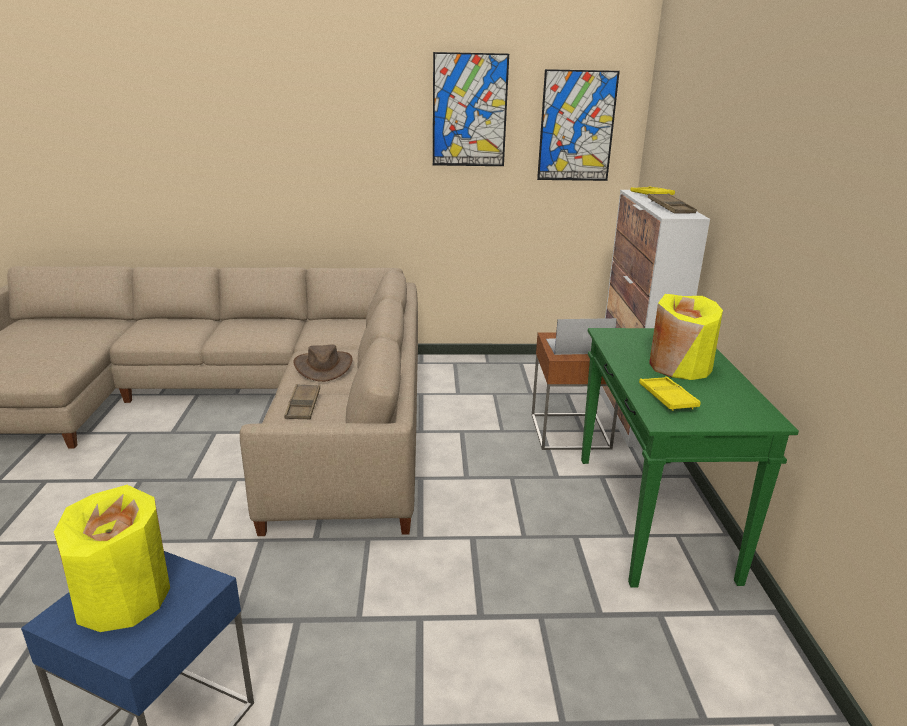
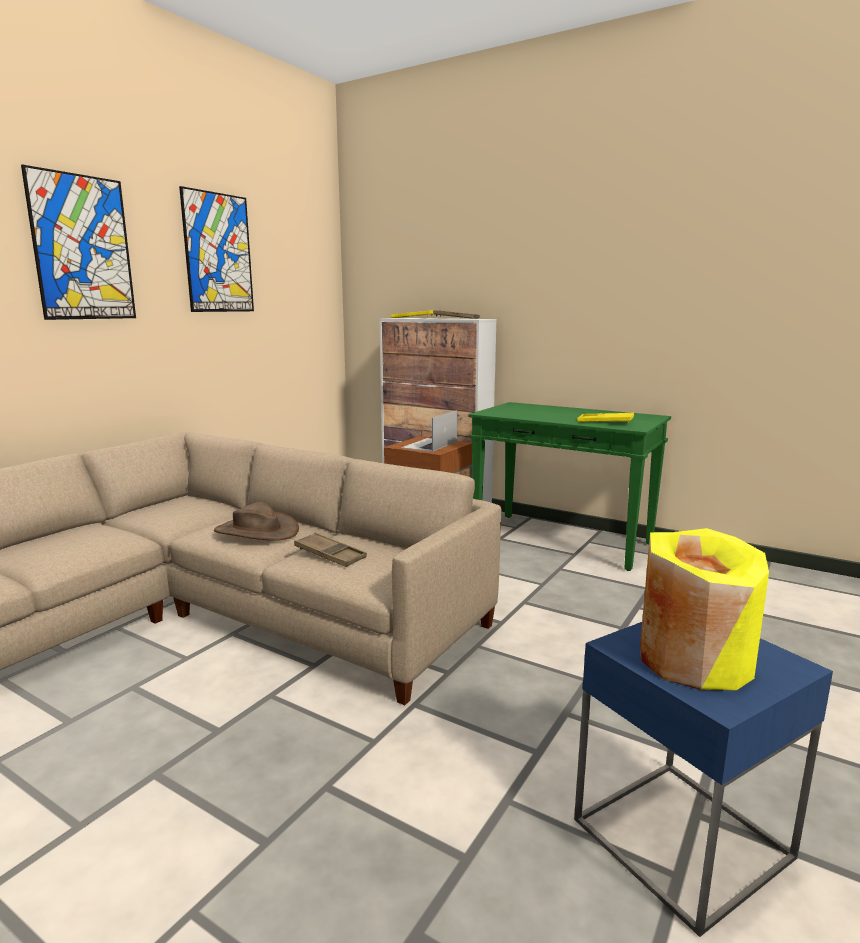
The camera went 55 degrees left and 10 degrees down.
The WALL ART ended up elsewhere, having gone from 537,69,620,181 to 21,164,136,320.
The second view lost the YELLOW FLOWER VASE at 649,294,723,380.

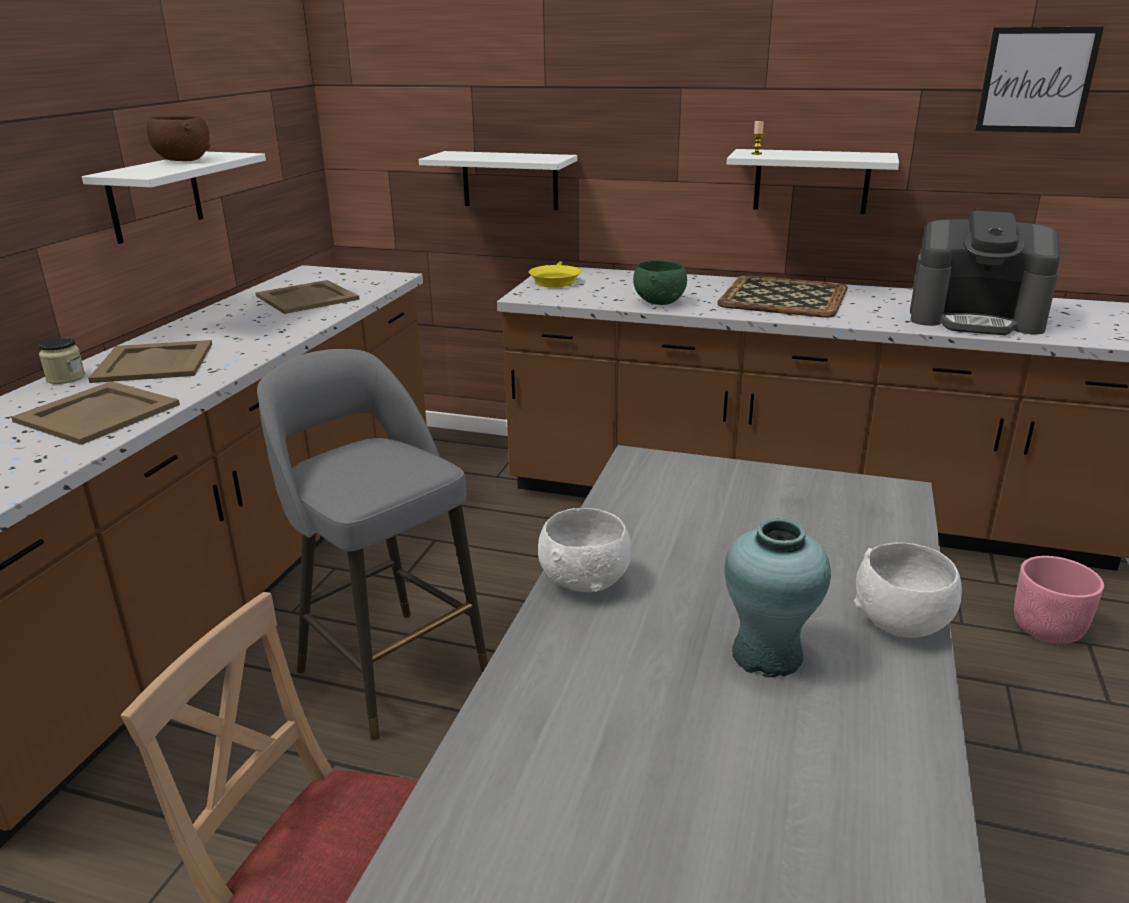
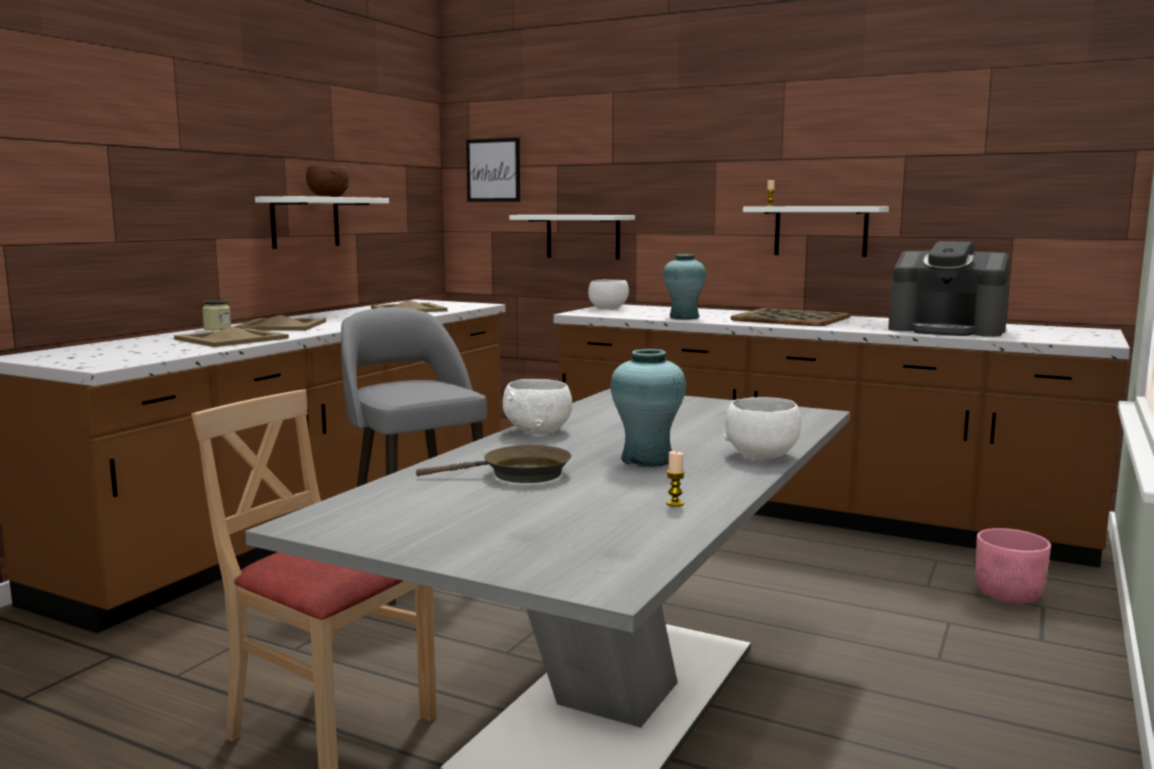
The camera went 10 degrees right and 15 degrees down.
Where the YELLOW SKILLET stood at 529,261,581,287, the WHITE DEEP DISH came to stand at 588,279,629,309.
Where the GREEN DEEP DISH stood at 633,260,687,305, the TURQUOISE FLOWER VASE came to stand at 663,254,706,319.
The WALL ART ended up elsewhere, having gone from 975,27,1104,133 to 466,138,520,202.
The second view gained the BROWN SKILLET at 416,445,572,483.
The second view gained the CANDLE at 666,451,685,507.

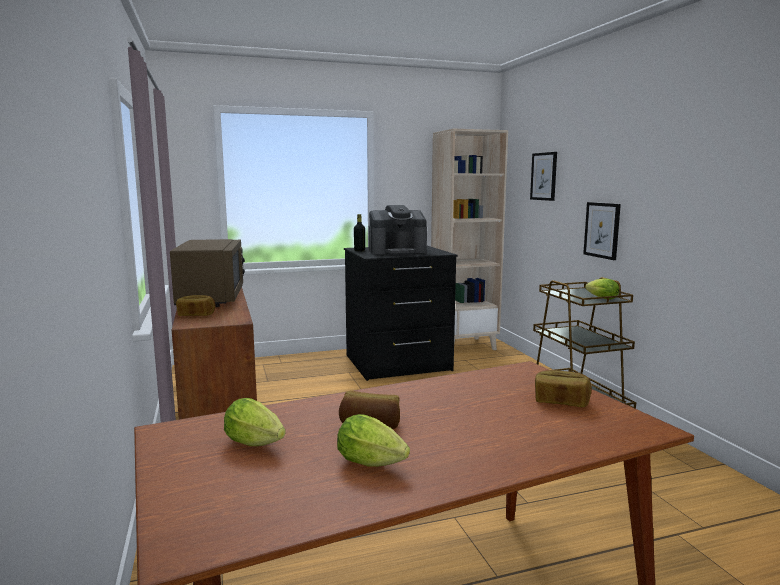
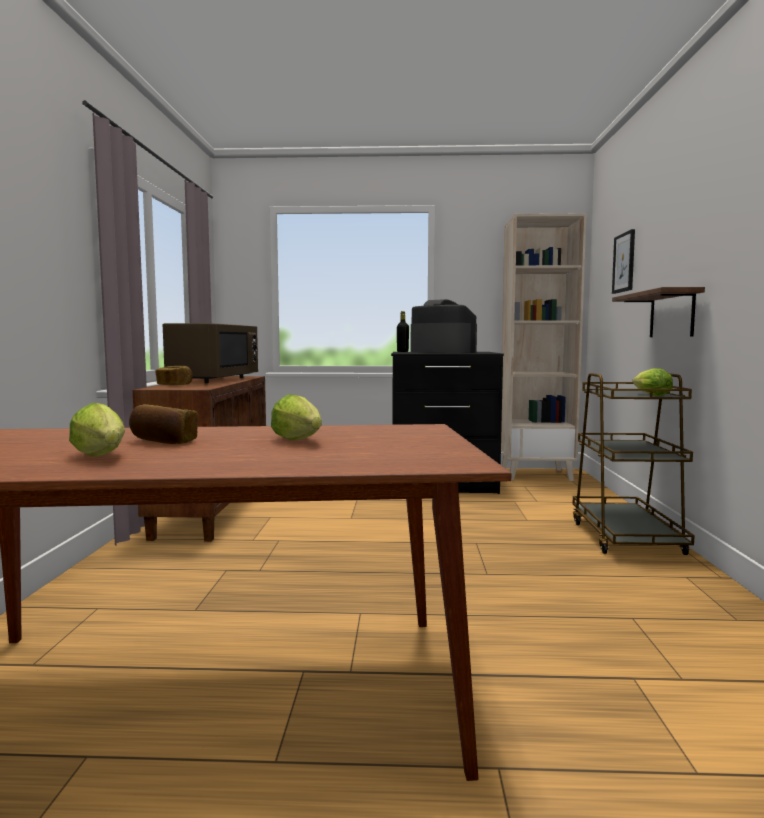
The camera went 20 degrees right and 5 degrees down.
The LETTUCE ended up elsewhere, having gone from 224,398,286,446 to 271,394,322,441.
The COFFEE MAKER at 369,205,427,255 ended up facing another way, 150 degrees counterclockwise from before.
The second view lost the BAKERY BREAD at 535,370,592,407.
Where the WALL ART hung at 583,202,621,260, the BRACKET SHELF came to hang at 612,287,705,337.

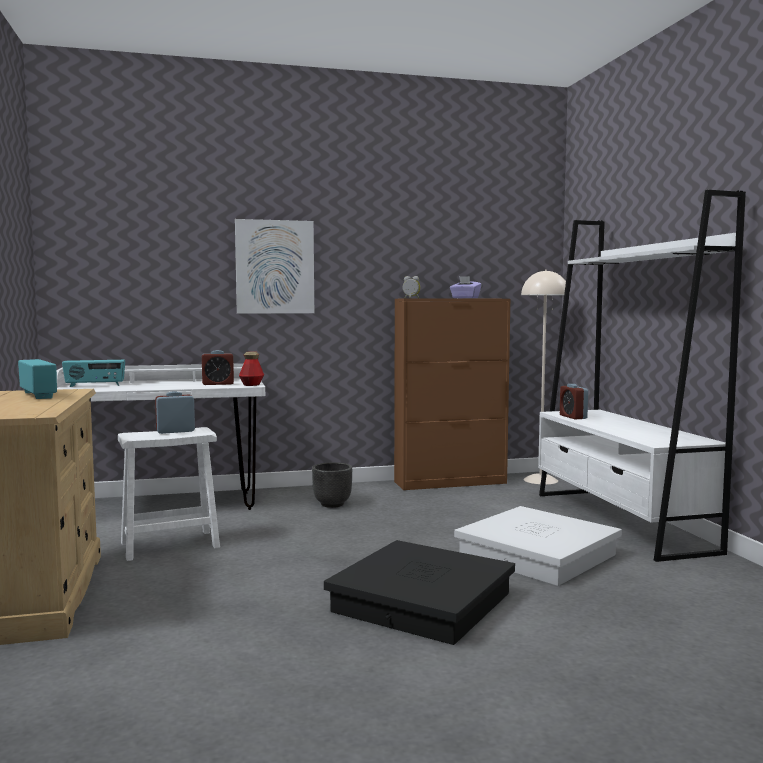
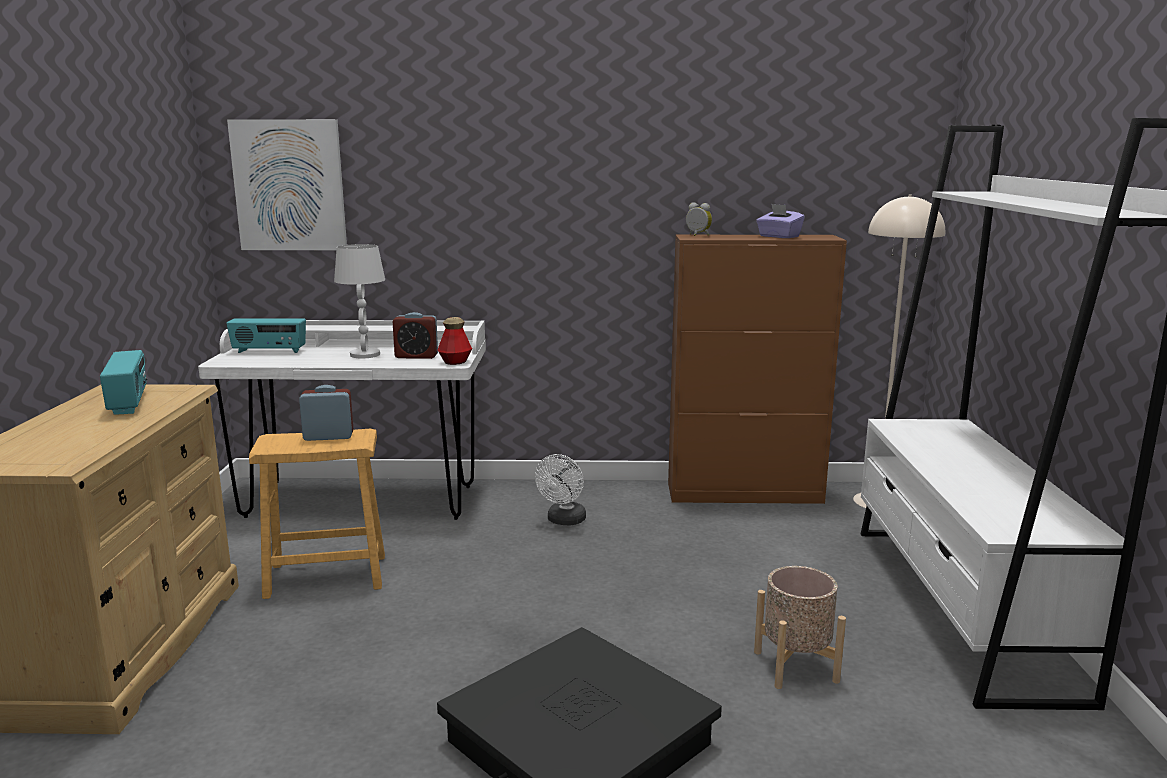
The camera went 15 degrees right and 10 degrees up.
What was the WHITE SITTING STOOL at 118,427,220,561 turned into the BROWN SITTING STOOL at 249,429,385,599.
The WALL ART ended up elsewhere, having gone from 235,219,314,314 to 227,119,347,250.
Where the BLACK-COLOURED FLOWER POT stood at 312,462,352,508, the WHITE ELECTRIC FAN came to stand at 535,454,586,525.
Where the WHITE STORAGE BIN stood at 454,506,622,586, the BEIGE-COLOURED FLOWER POT came to stand at 754,566,846,689.
The second view lost the ALARM CLOCK at 560,384,588,419.
The second view gained the WHITE TABLETOP LAMP at 334,244,385,359.

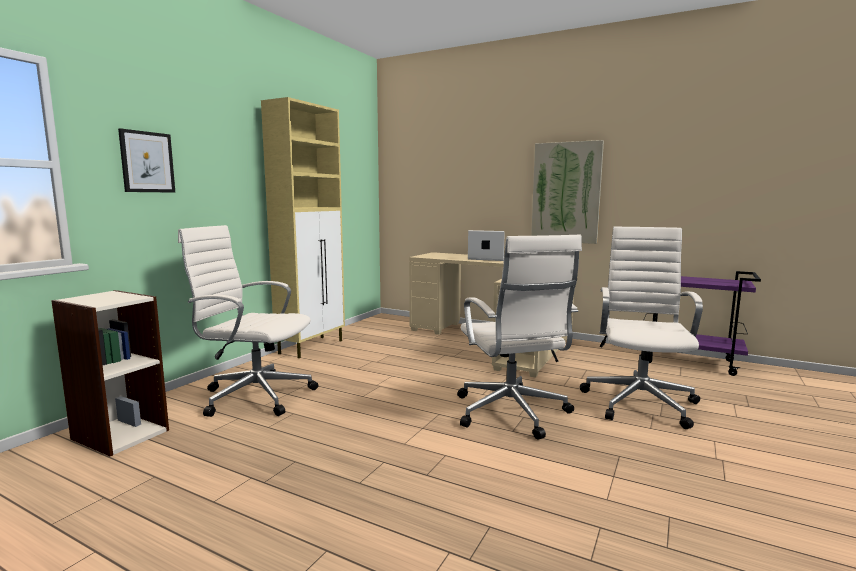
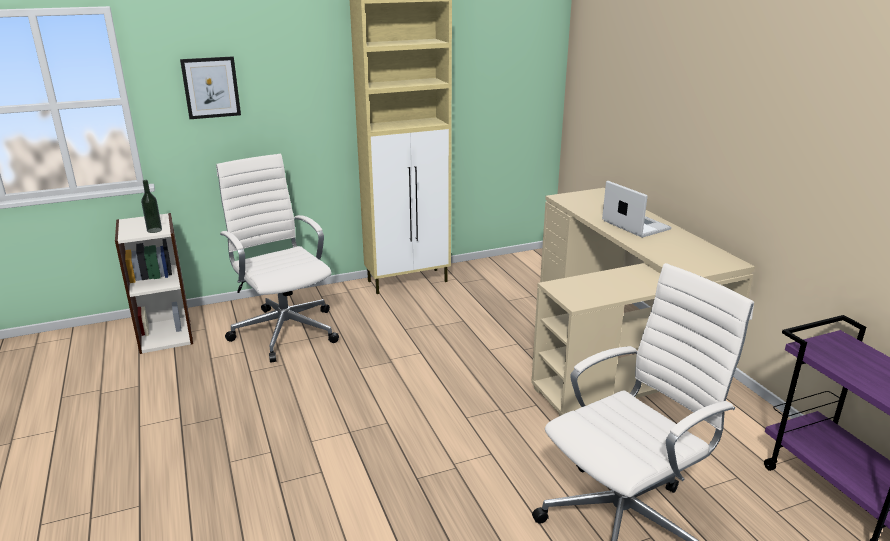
The camera went 40 degrees right and 15 degrees up.
The second view lost the WHITE COMPUTER CHAIR at 457,235,582,439.
The second view lost the WALL ART at 531,140,604,244.
The second view gained the BEVERAGE BOTTLE at 141,180,162,233.

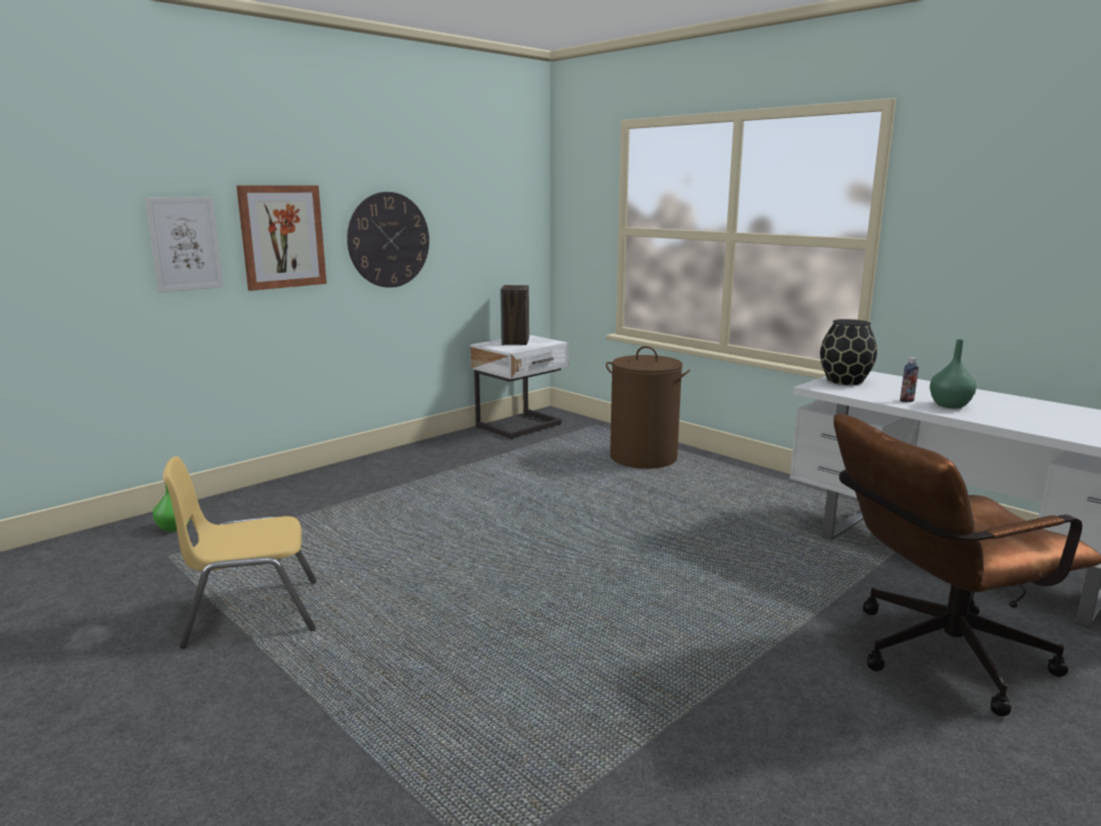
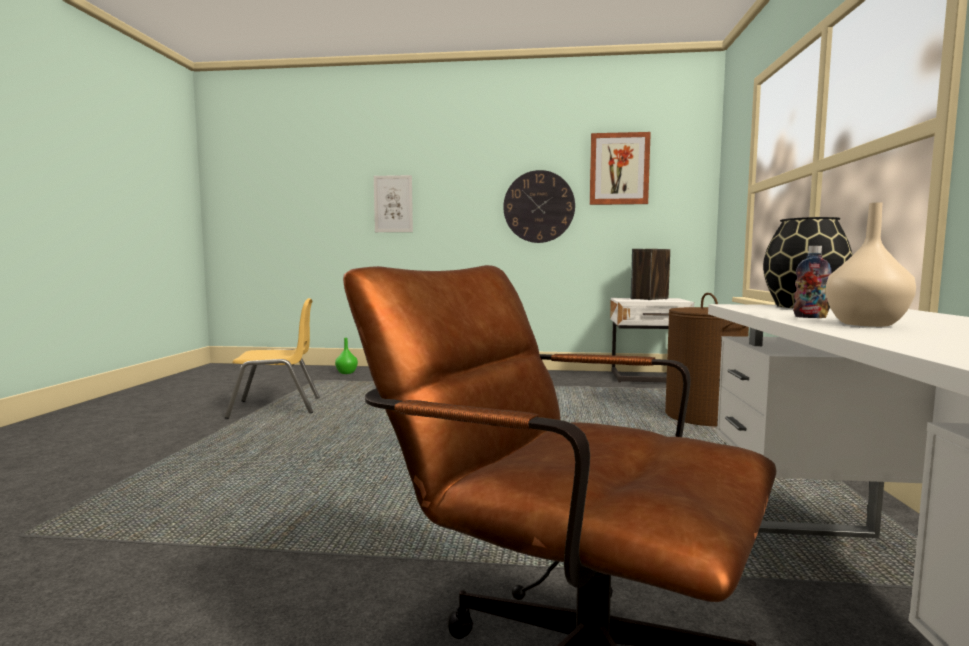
The camera went 50 degrees right and 10 degrees down.
The YELLOW PLAIN CHAIR at 163,456,317,648 ended up facing another way, 135 degrees clockwise from before.
The WALL ART ended up elsewhere, having gone from 236,185,327,291 to 590,132,651,205.
What was the GREEN FLOWER VASE at 930,339,976,409 turned into the BEIGE-COLOURED FLOWER VASE at 825,202,916,327.

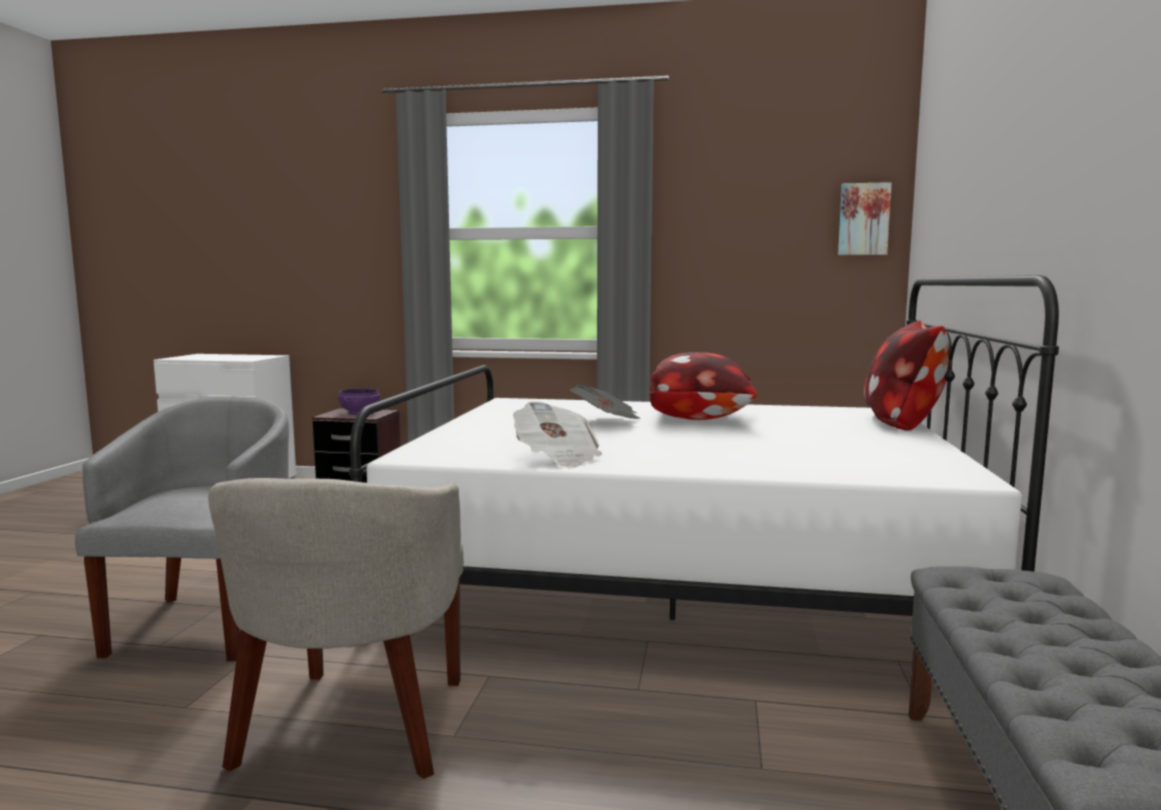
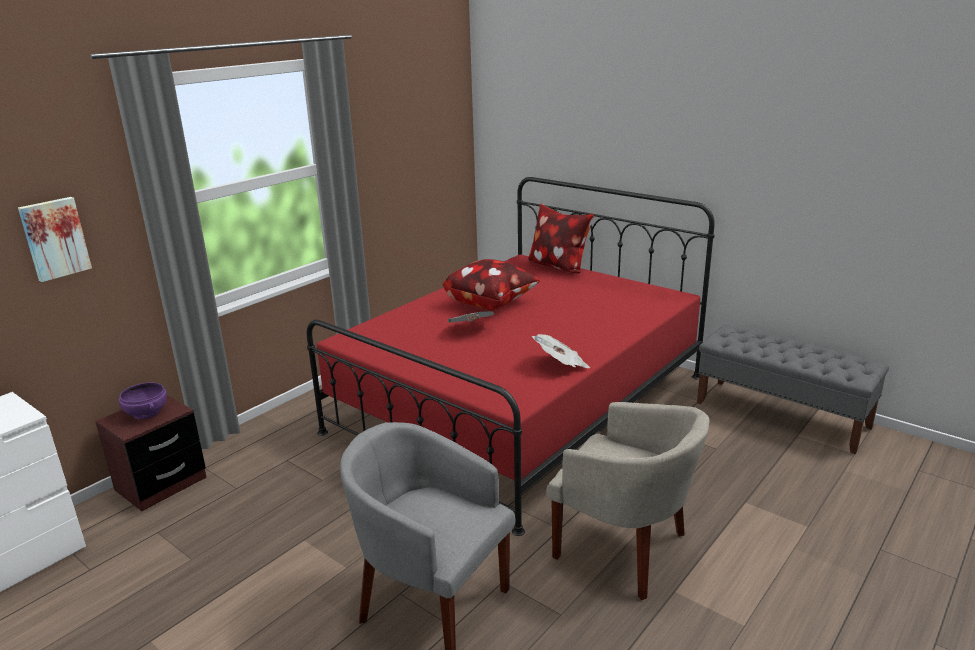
The camera went 60 degrees left and 15 degrees up.
What was the WHITE BED at 349,275,1059,645 turned into the REDDISH BED at 307,177,715,536.
The WALL ART ended up elsewhere, having gone from 838,182,892,255 to 18,197,92,282.

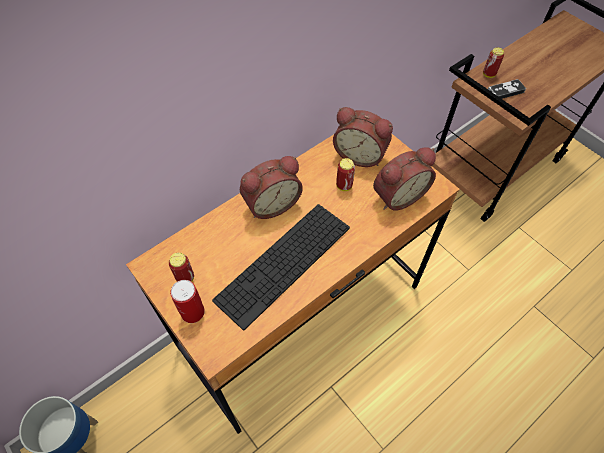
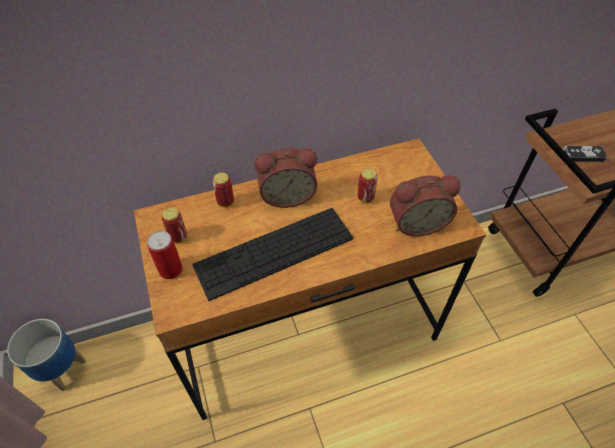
The camera went 20 degrees right and 5 degrees down.
The second view lost the ALARM CLOCK at 333,107,393,167.
The SEALED CAN ended up elsewhere, having gone from 483,48,504,78 to 212,173,234,208.

